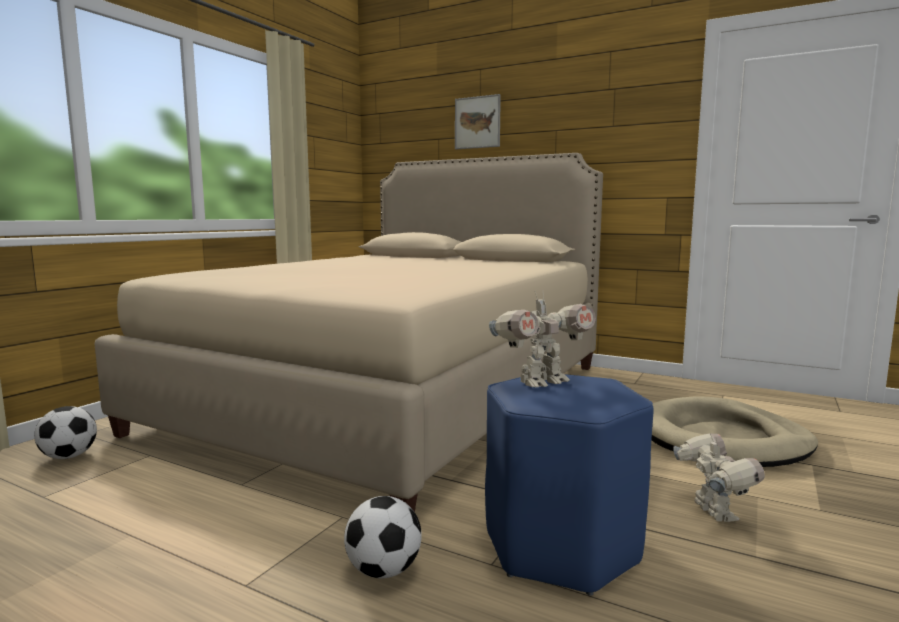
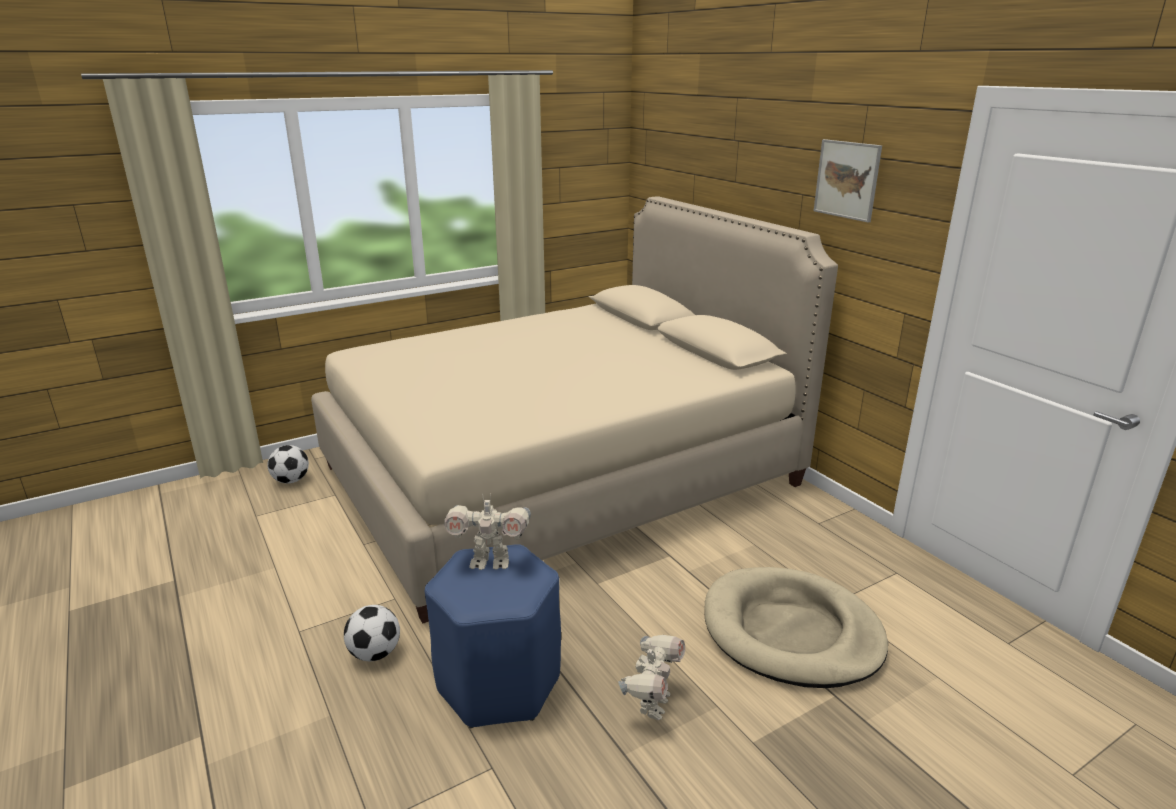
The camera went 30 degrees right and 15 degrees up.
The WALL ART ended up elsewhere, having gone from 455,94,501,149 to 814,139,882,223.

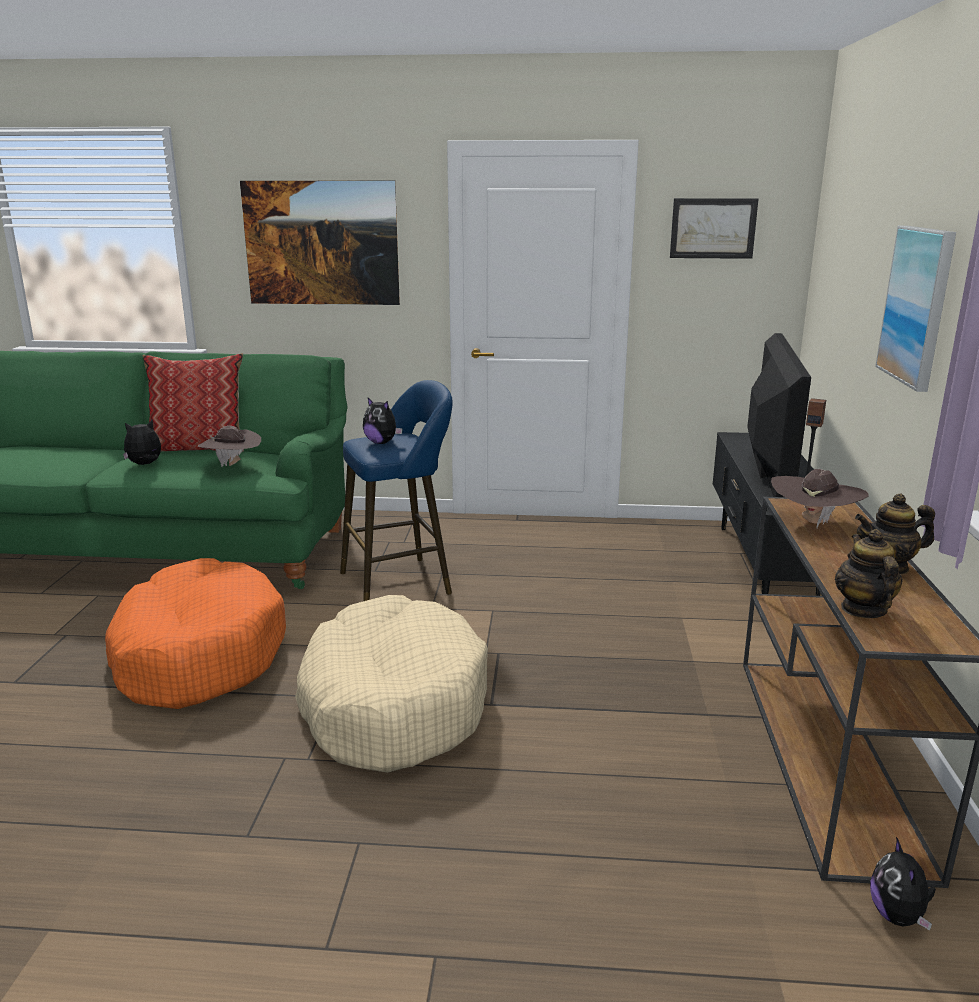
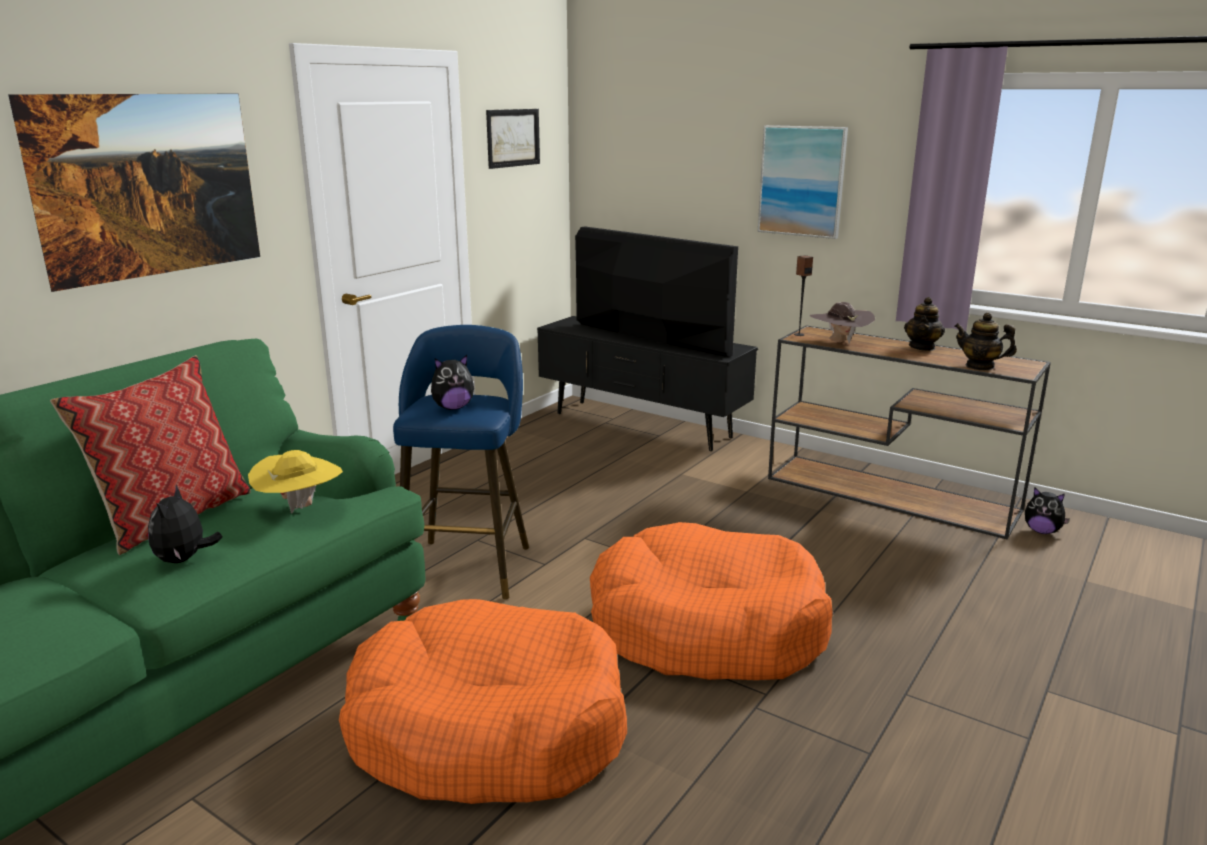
The camera went 60 degrees left and 0 degrees up.
What was the BROWN CLOTHING HAT at 197,426,261,467 turned into the YELLOW CLOTHING HAT at 248,450,343,514.
What was the BEIGE-COLOURED DOG CUSHION at 295,595,488,773 turned into the ORANGE DOG CUSHION at 590,522,833,680.

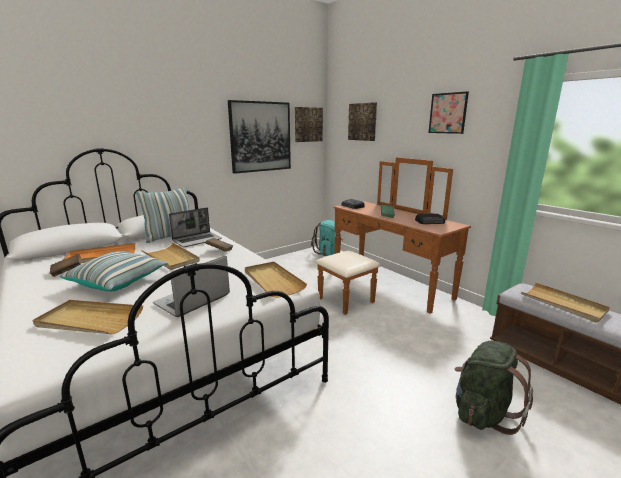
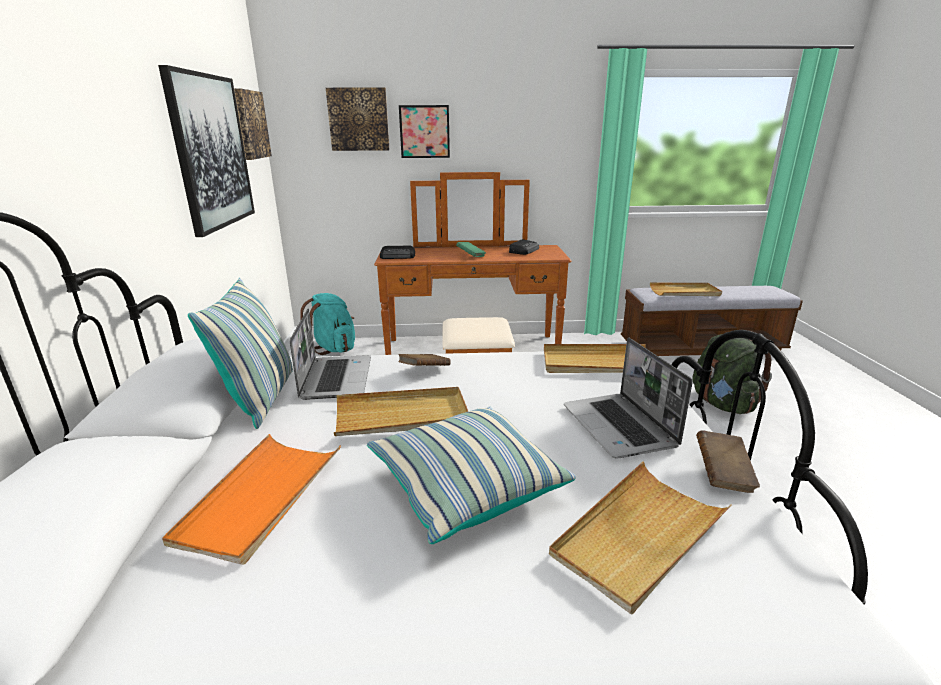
The camera went 55 degrees left and 5 degrees up.
The BROWN BOUND BOOK ended up elsewhere, having gone from 50,254,81,277 to 696,431,760,493.
The WALL ART ended up elsewhere, having gone from 428,91,469,134 to 399,105,450,158.

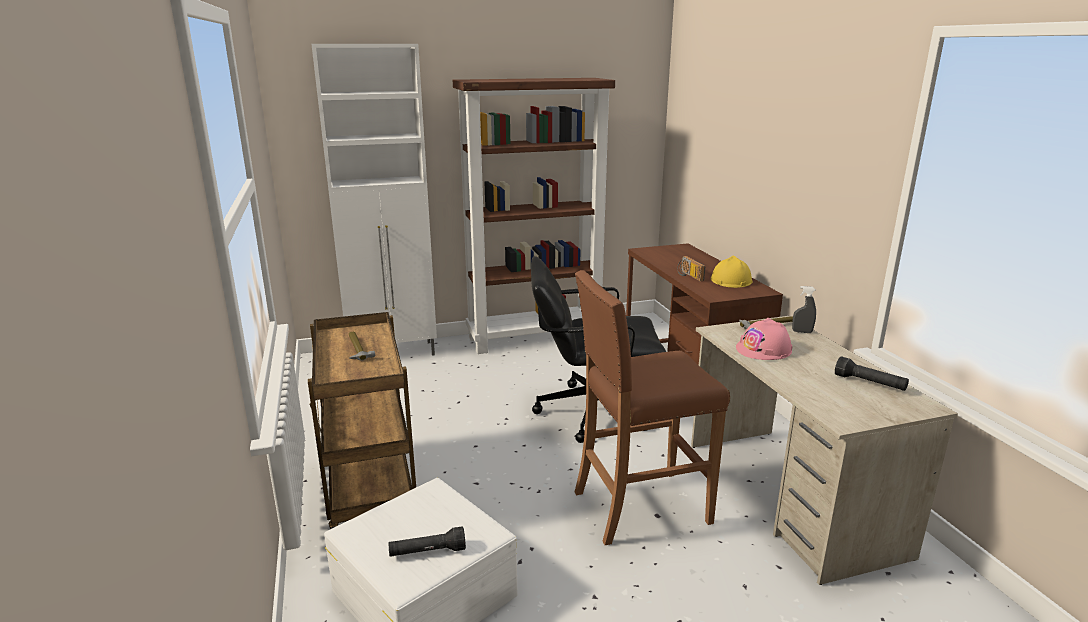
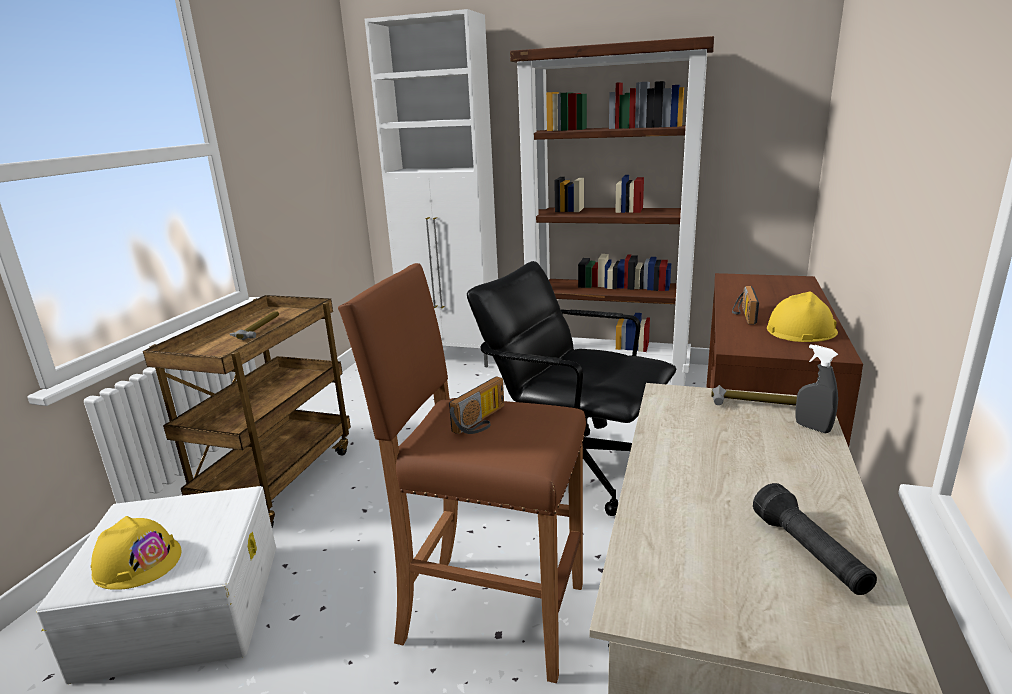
The camera went 35 degrees right and 0 degrees up.
Where the BLACK-COLOURED TORCH stood at 389,526,466,557, the YELLOW HARD HAT came to stand at 91,516,182,590.
The second view lost the PINK-COLOURED HARD HAT at 736,318,792,360.
The second view gained the RADIO RECEIVER at 449,376,504,434.

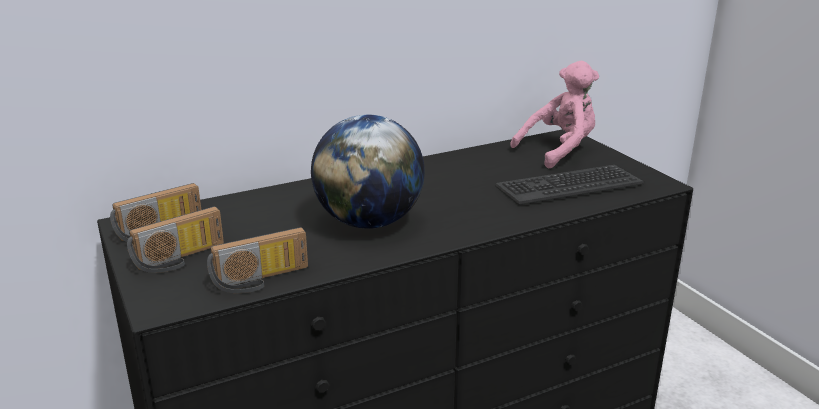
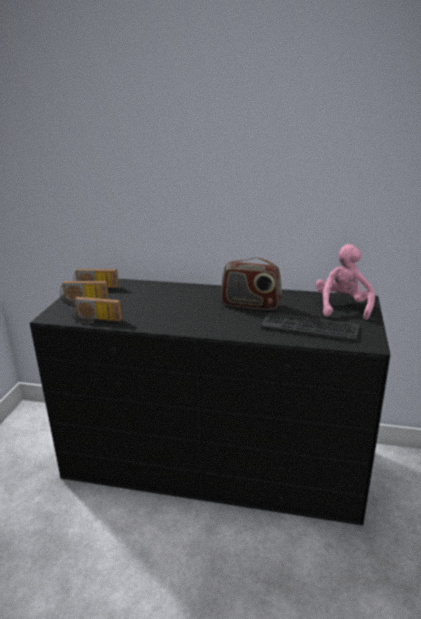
The camera went 40 degrees right and 0 degrees up.
The second view lost the GLOBE at 311,114,425,229.
The PINK-COLOURED PLUSH TOY at 510,61,599,169 ended up facing another way, 90 degrees counterclockwise from before.
The second view gained the RADIO RECEIVER at 221,257,282,310.

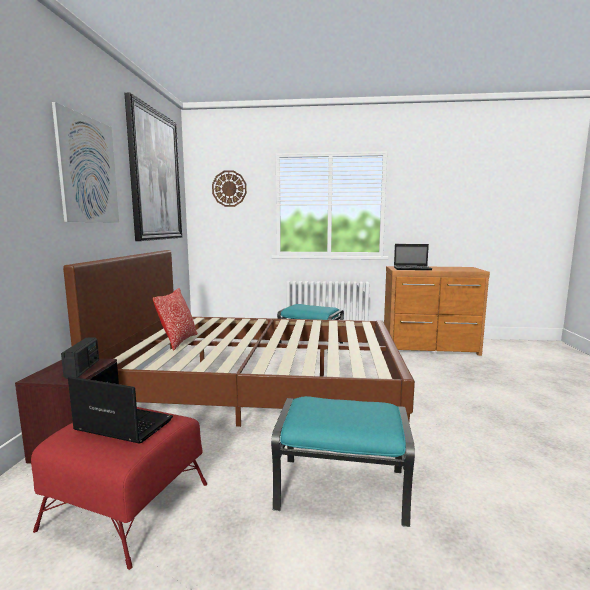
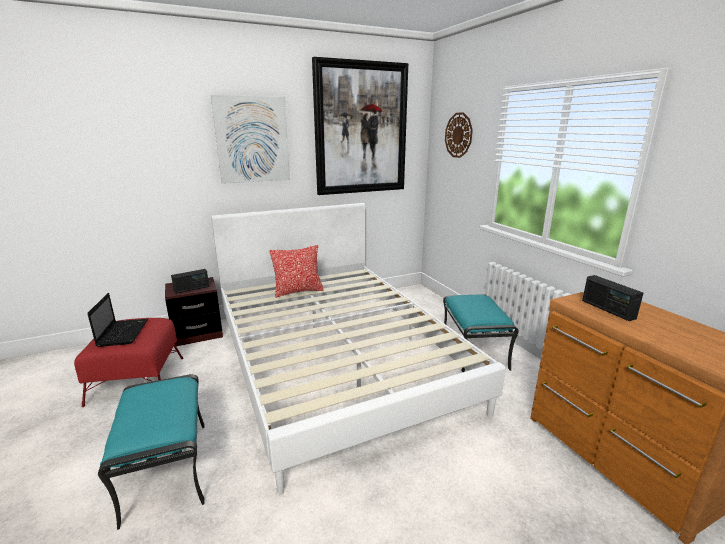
The camera went 60 degrees right and 10 degrees up.
What was the BROWN BED at 63,250,415,427 turned into the WHITE BED at 211,203,506,495.
Where the PORTABLE COMPUTER stood at 394,244,432,270, the RADIO RECEIVER came to stand at 582,275,643,321.

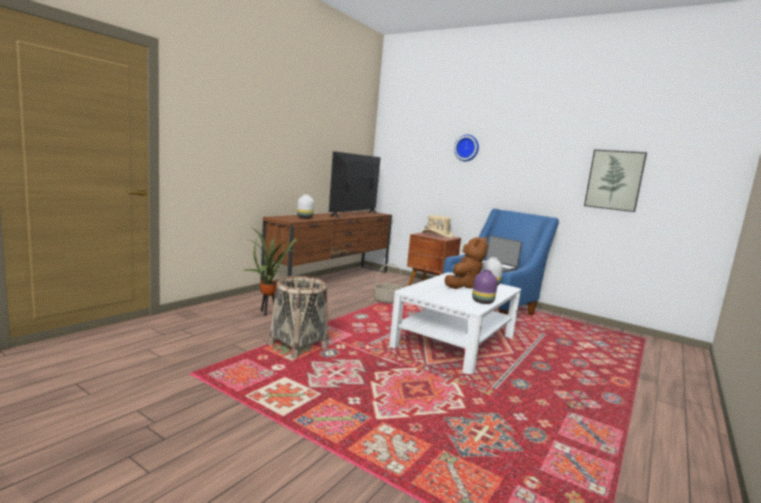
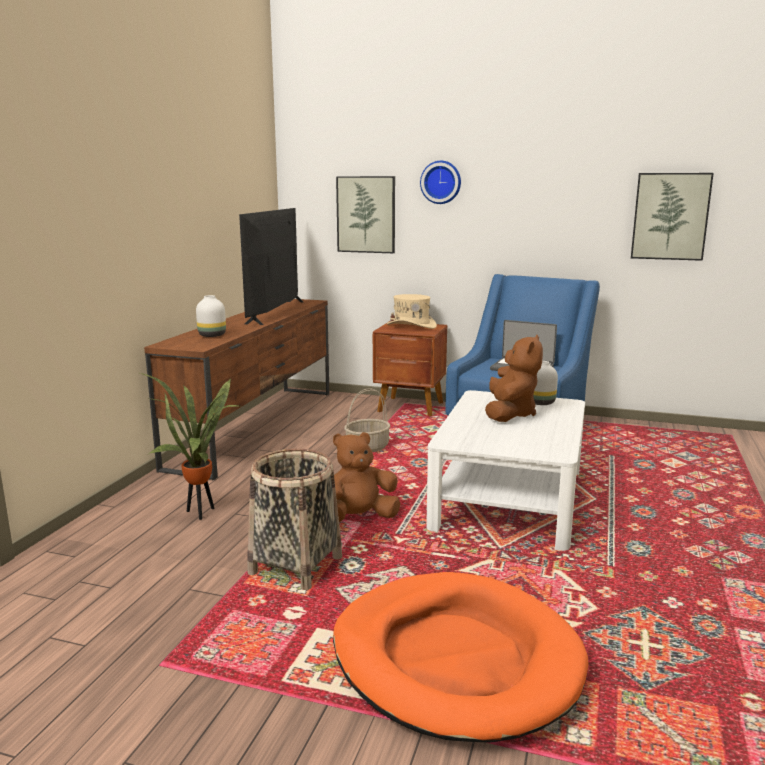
The camera went 15 degrees left and 5 degrees up.
The second view lost the PURPLE-COLOURED FLOWER VASE at 472,270,498,304.
The second view gained the BROWN PLUSH TOY at 333,432,401,522.
The second view gained the ORANGE DOG CUSHION at 333,572,589,743.
The second view gained the WALL ART at 336,176,395,253.

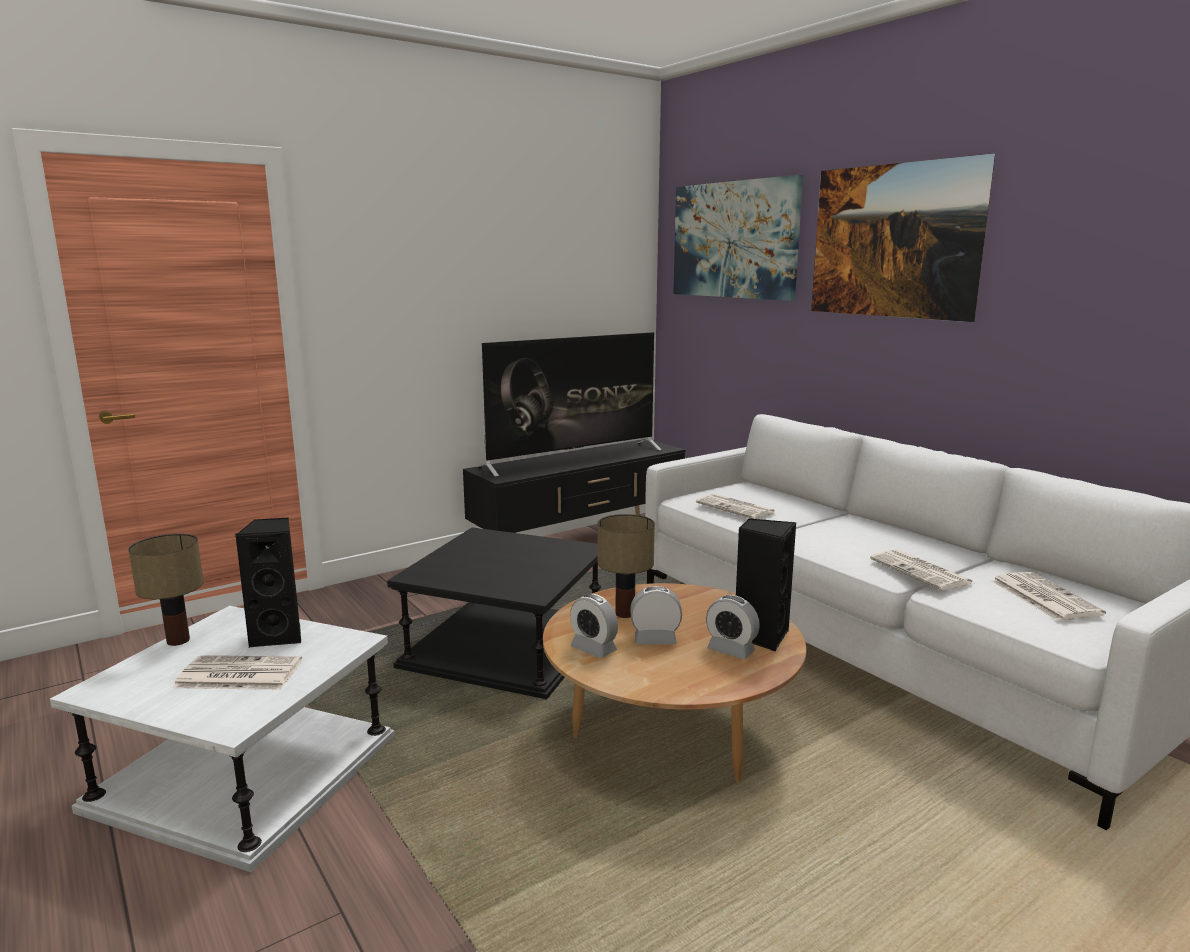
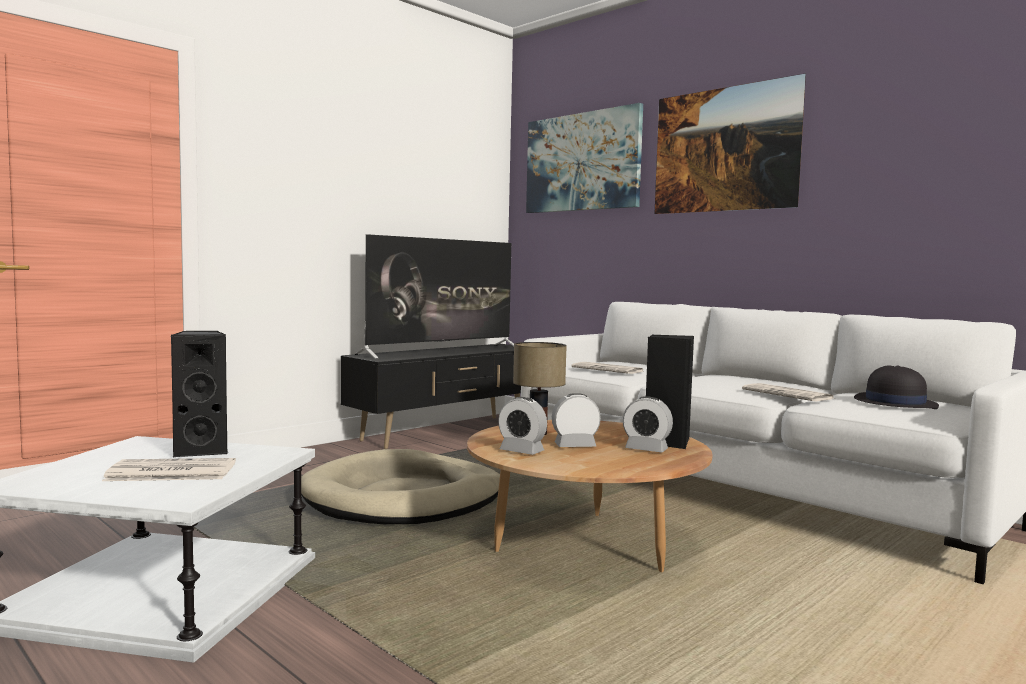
The camera went 10 degrees left and 10 degrees down.
The second view lost the TABLETOP LAMP at 128,534,204,646.
Where the BLACK-COLOURED ACCENT TABLE stood at 387,527,601,699, the BEIGE-COLOURED DOG CUSHION came to stand at 301,449,500,524.
Where the DAILY PAPER stood at 991,572,1106,621, the BLACK-COLOURED CLOTHING HAT came to stand at 854,365,939,409.

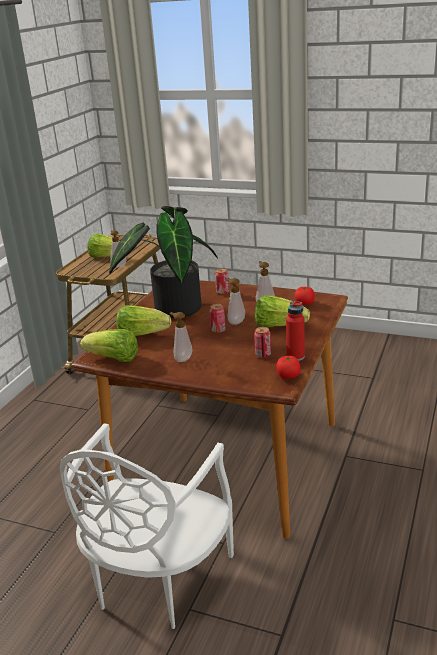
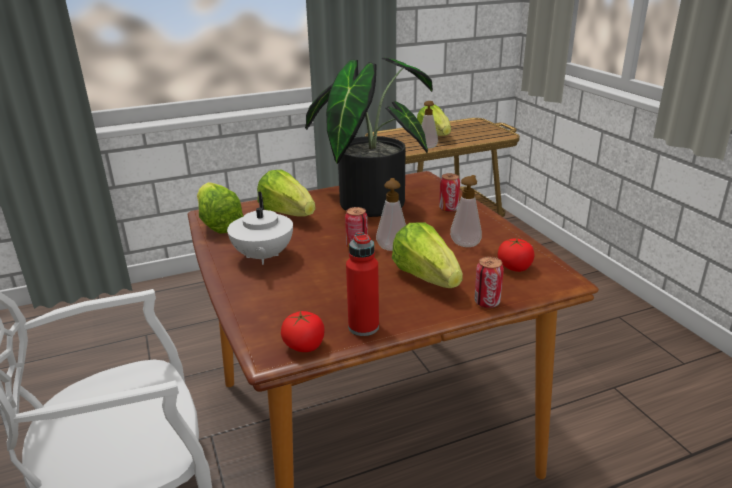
The camera went 45 degrees right and 0 degrees up.
Where the SOAP DISPENSER stood at 170,312,192,362, the WHITE TEAPOT came to stand at 227,192,293,265.
The SEALED CAN ended up elsewhere, having gone from 254,327,271,358 to 474,257,504,308.

